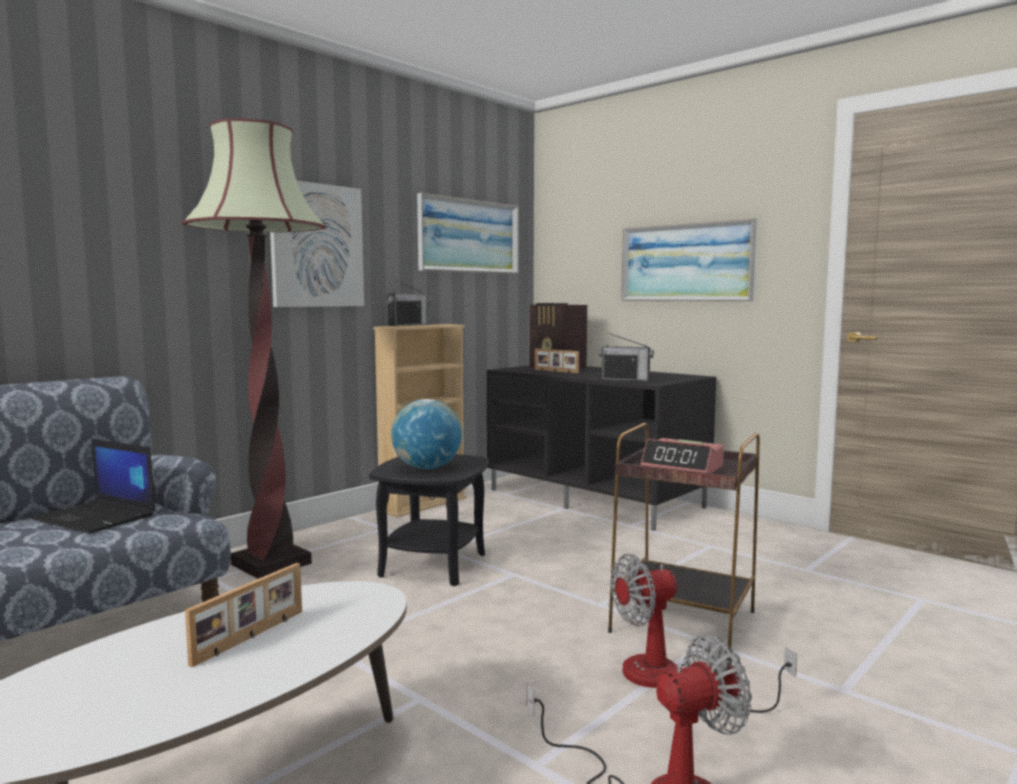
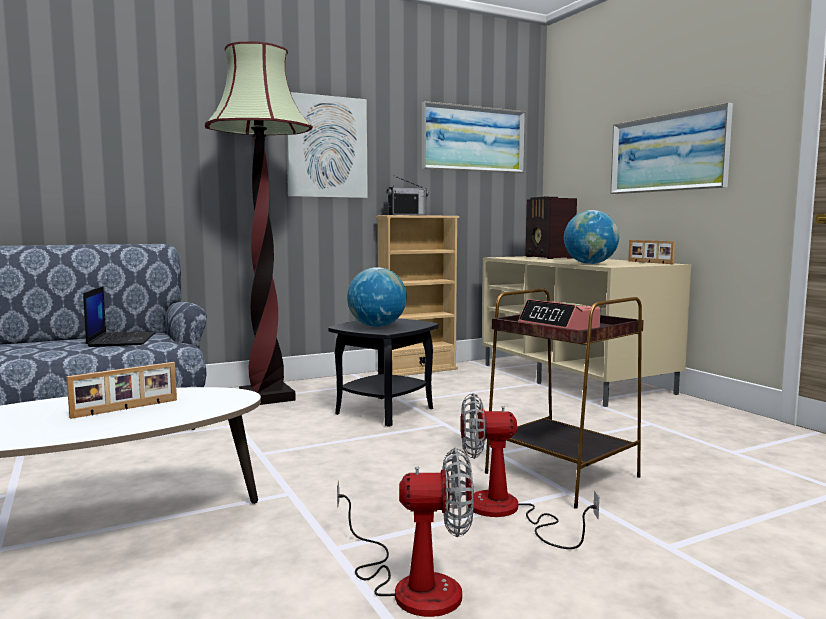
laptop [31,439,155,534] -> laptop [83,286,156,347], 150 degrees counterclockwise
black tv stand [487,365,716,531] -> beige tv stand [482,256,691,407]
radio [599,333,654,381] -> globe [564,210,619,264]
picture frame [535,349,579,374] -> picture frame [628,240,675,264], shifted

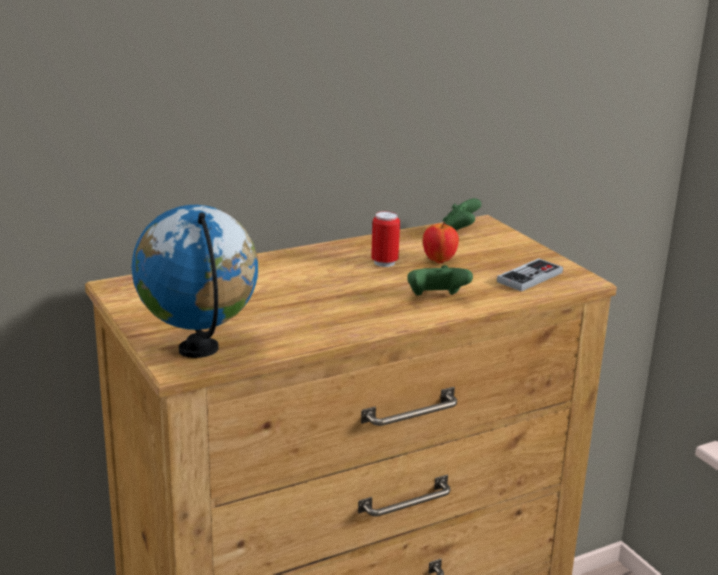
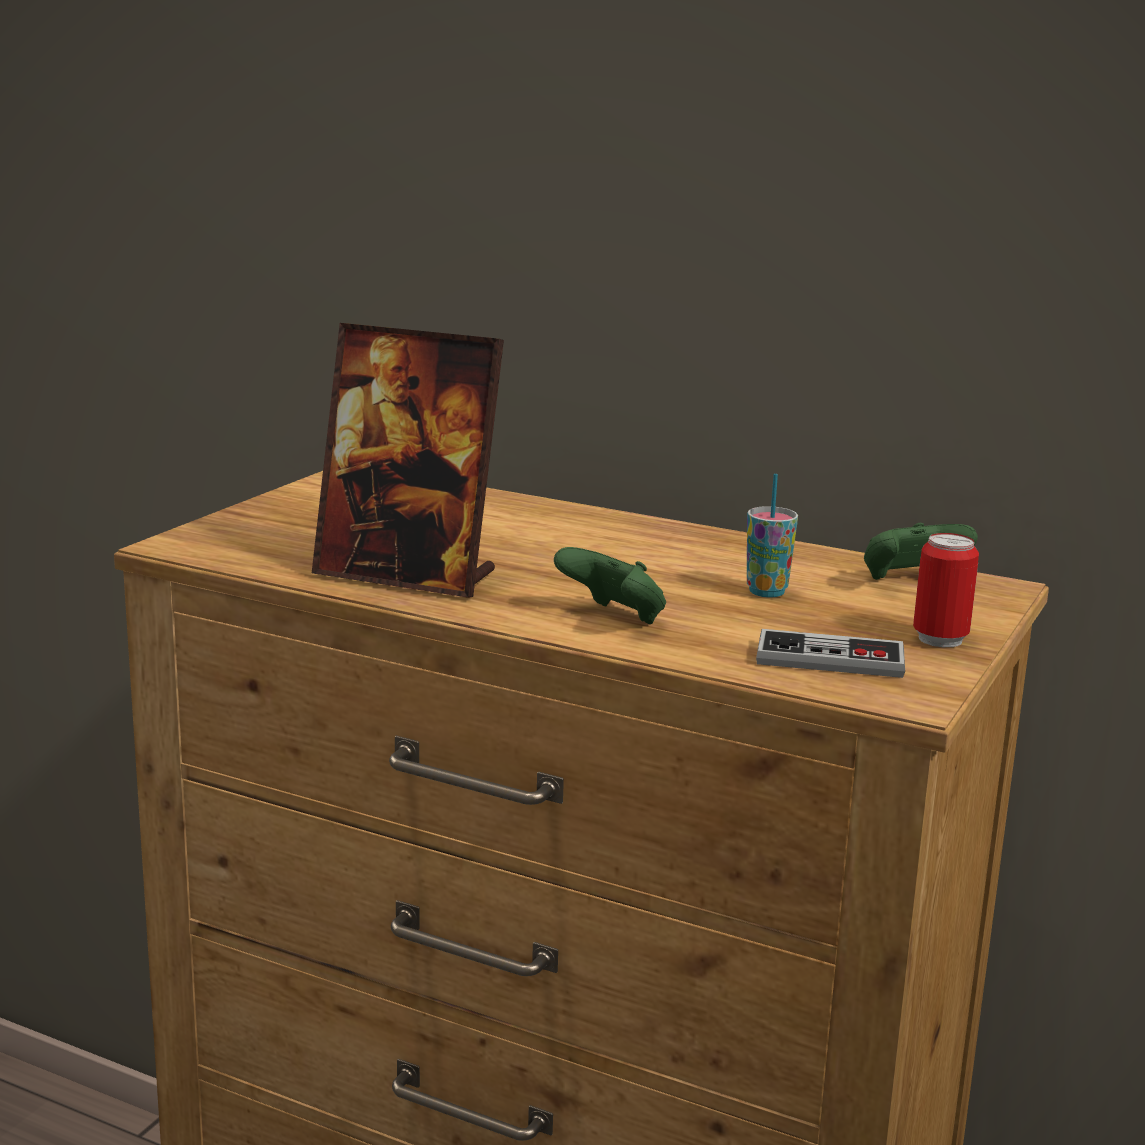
none -> picture frame [312,323,504,598]
apple [423,222,459,263] -> cup [747,474,798,597]
can [371,211,400,267] -> can [913,533,979,648], shifted
globe [132,205,258,358] -> none

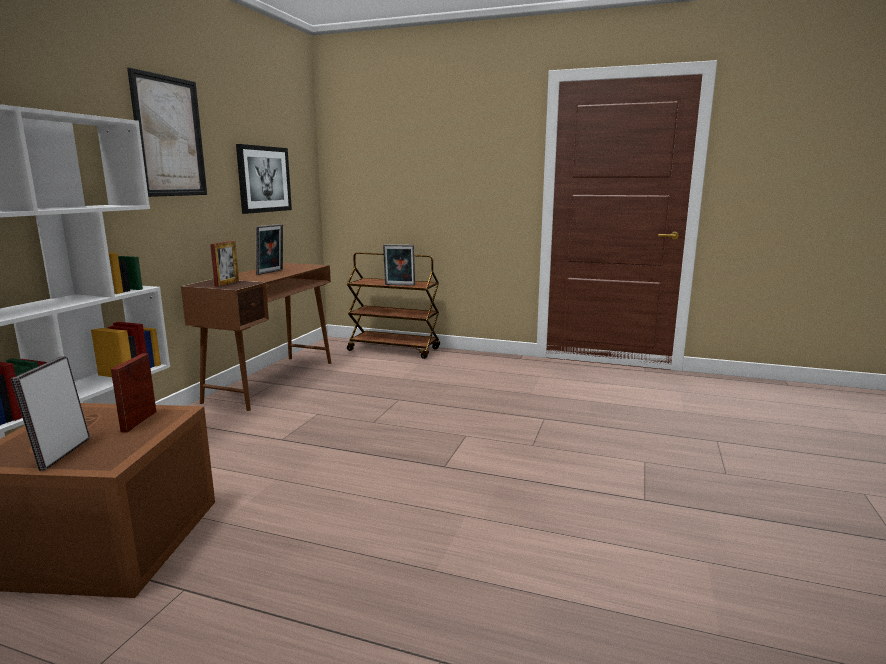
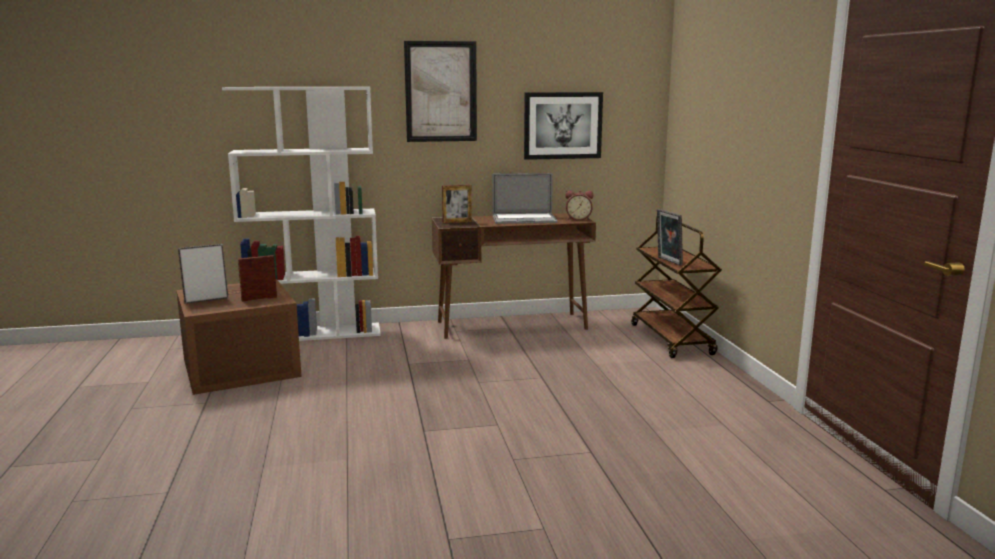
picture frame [256,224,283,275] -> laptop [493,173,558,224]
none -> alarm clock [565,191,593,221]

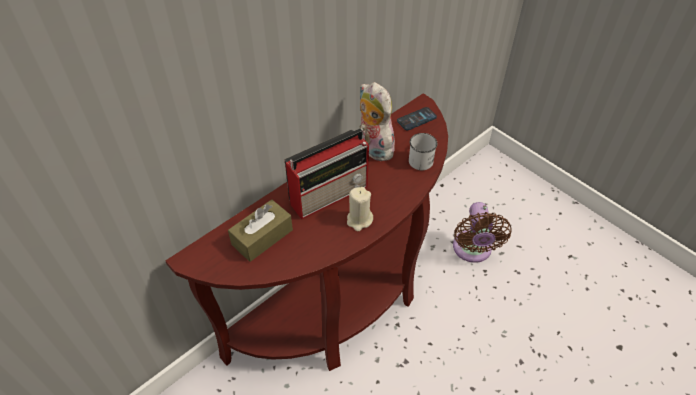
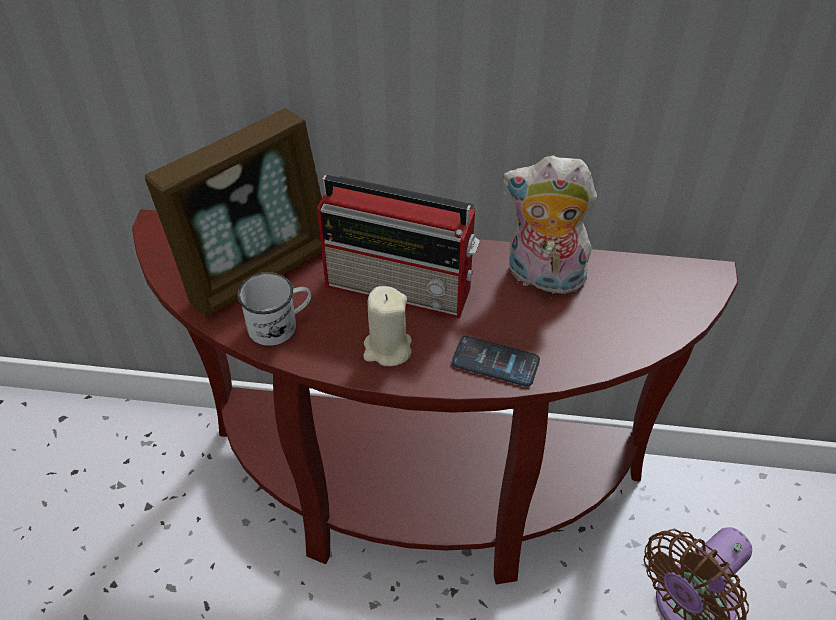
brown tissue box [228,199,293,262] -> picture frame [145,108,322,318]
white mug [409,133,437,170] -> white mug [238,272,311,346], shifted
phone [397,107,437,131] -> phone [452,336,540,387], shifted
plush toy [360,82,396,161] -> plush toy [503,156,597,299], 90 degrees counterclockwise

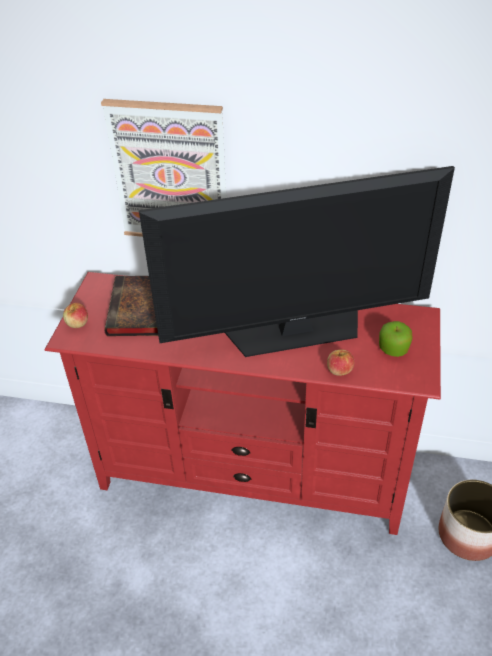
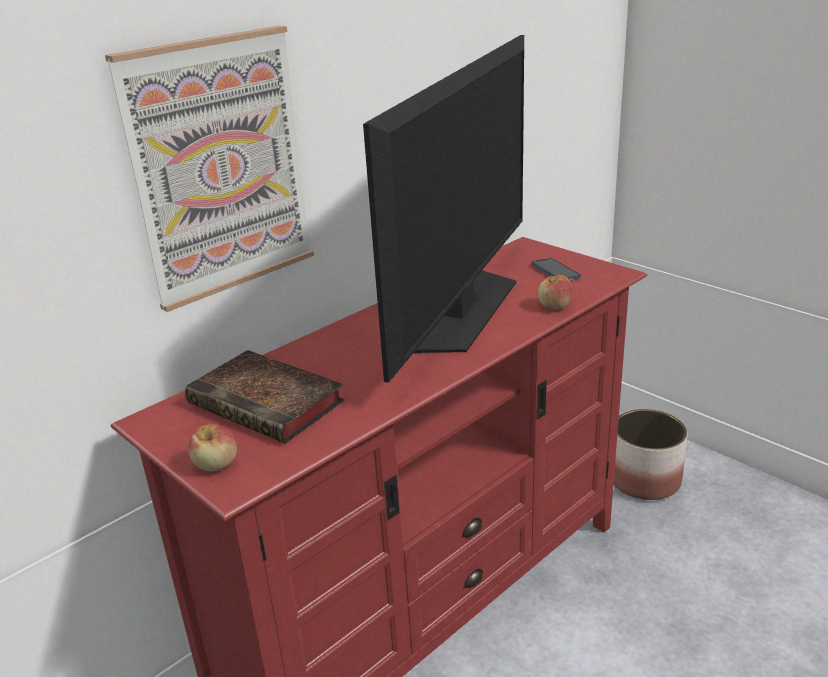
apple [379,321,413,357] -> phone [531,258,581,280]

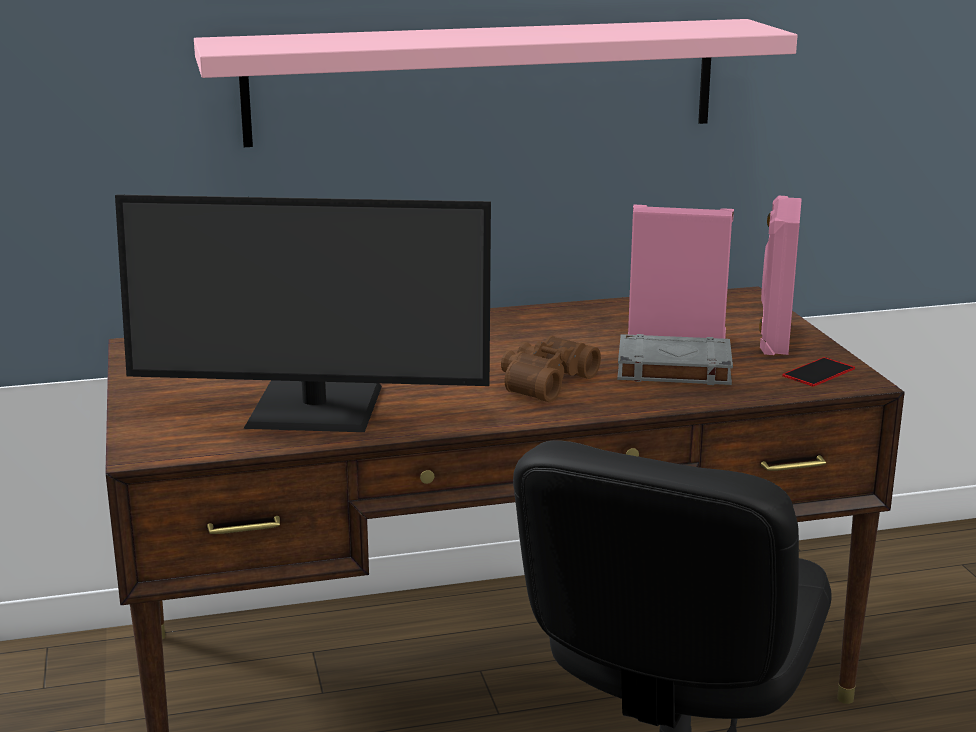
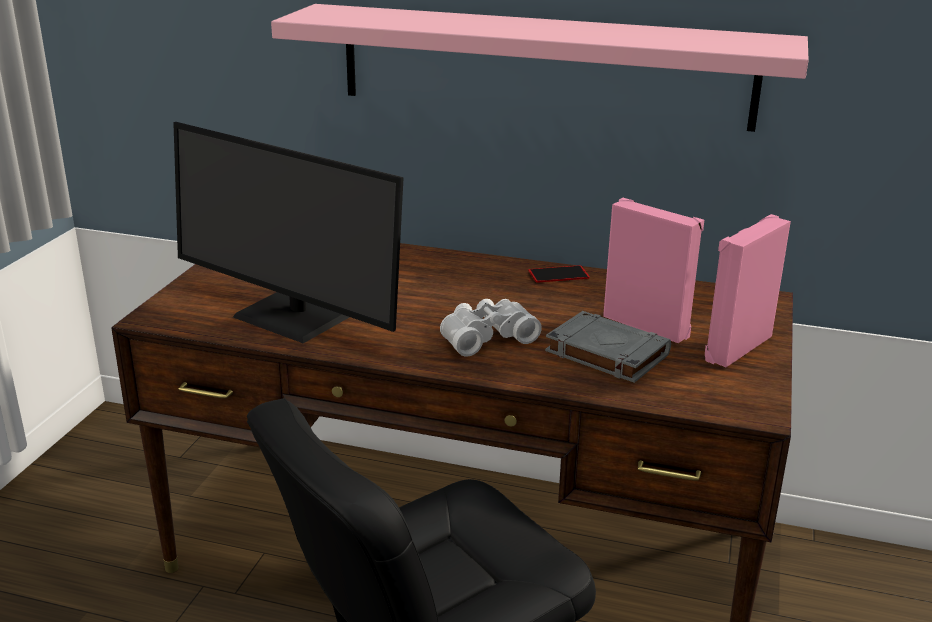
brown binoculars [501,336,601,402] -> white binoculars [440,299,542,357]
phone [782,357,855,387] -> phone [528,265,590,283], shifted

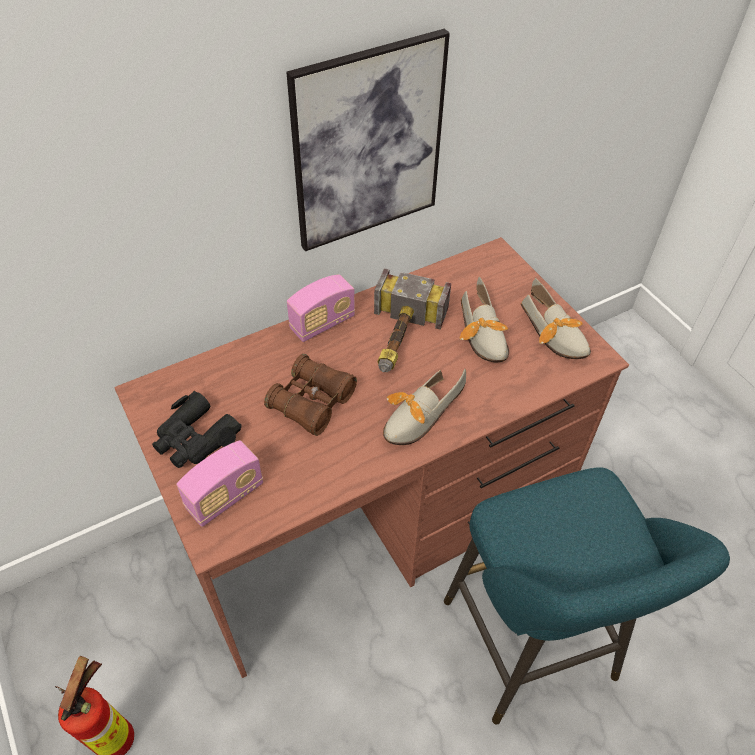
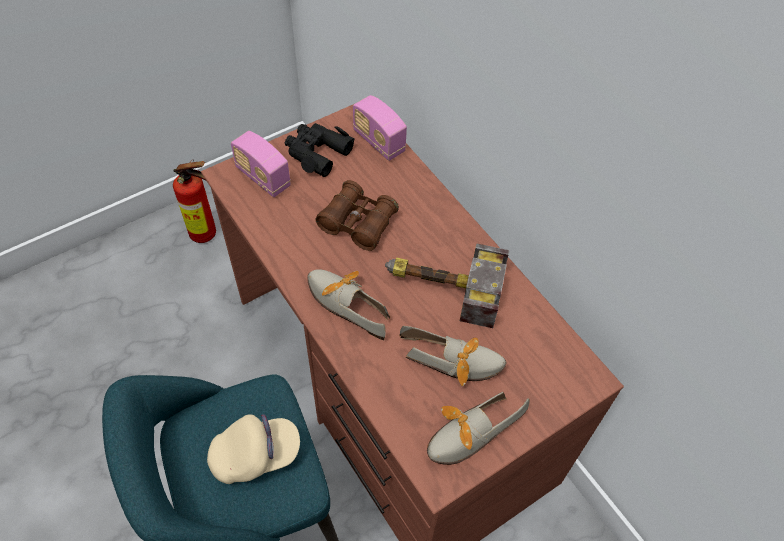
none -> beige cap [207,414,300,484]
radio [287,274,355,342] -> radio [353,95,407,161], shifted
shoe [460,276,509,362] -> shoe [399,326,506,386], 150 degrees counterclockwise
picture [286,29,450,251] -> none

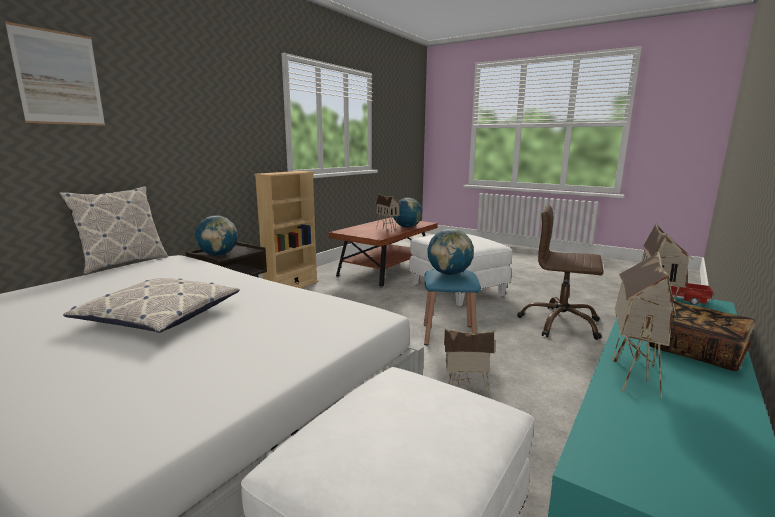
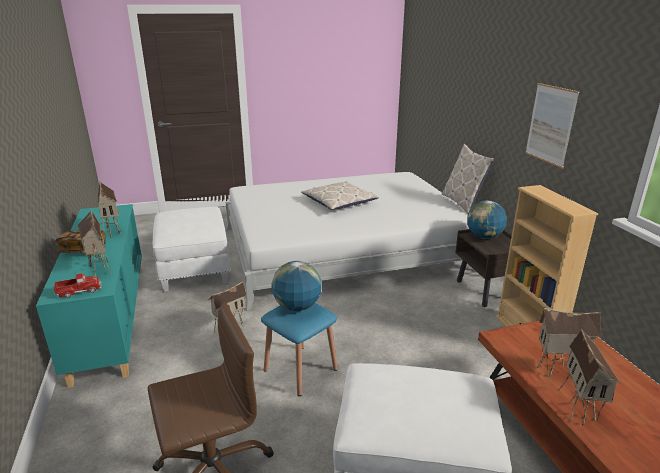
picture [5,21,105,126] -> picture [525,83,579,169], shifted
globe [393,198,423,228] -> toy house [558,329,621,426]

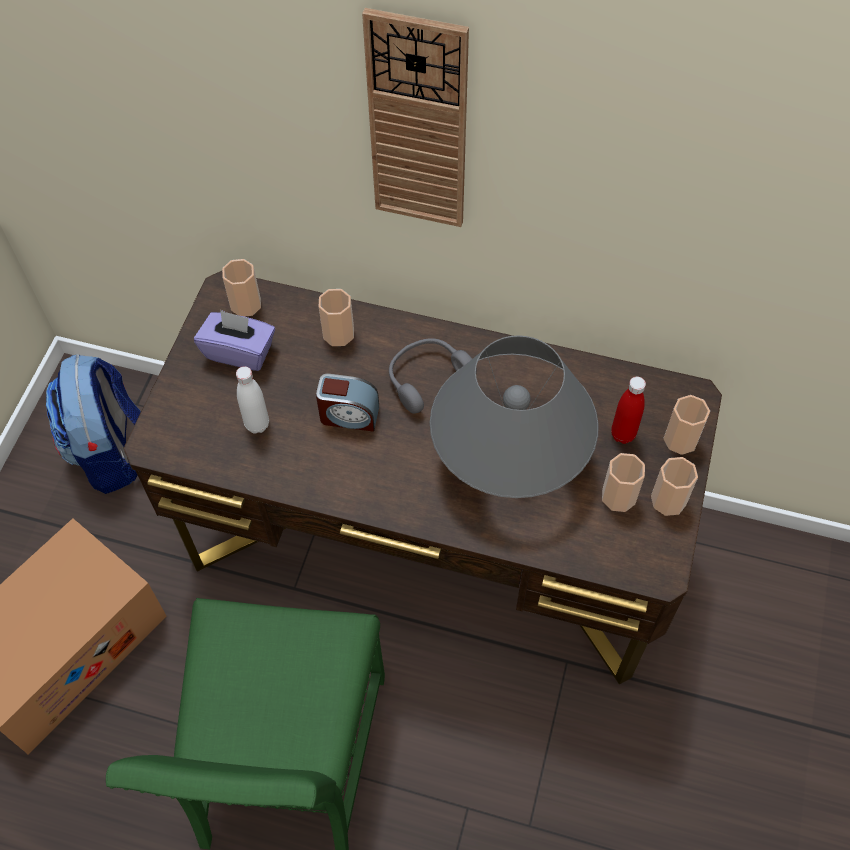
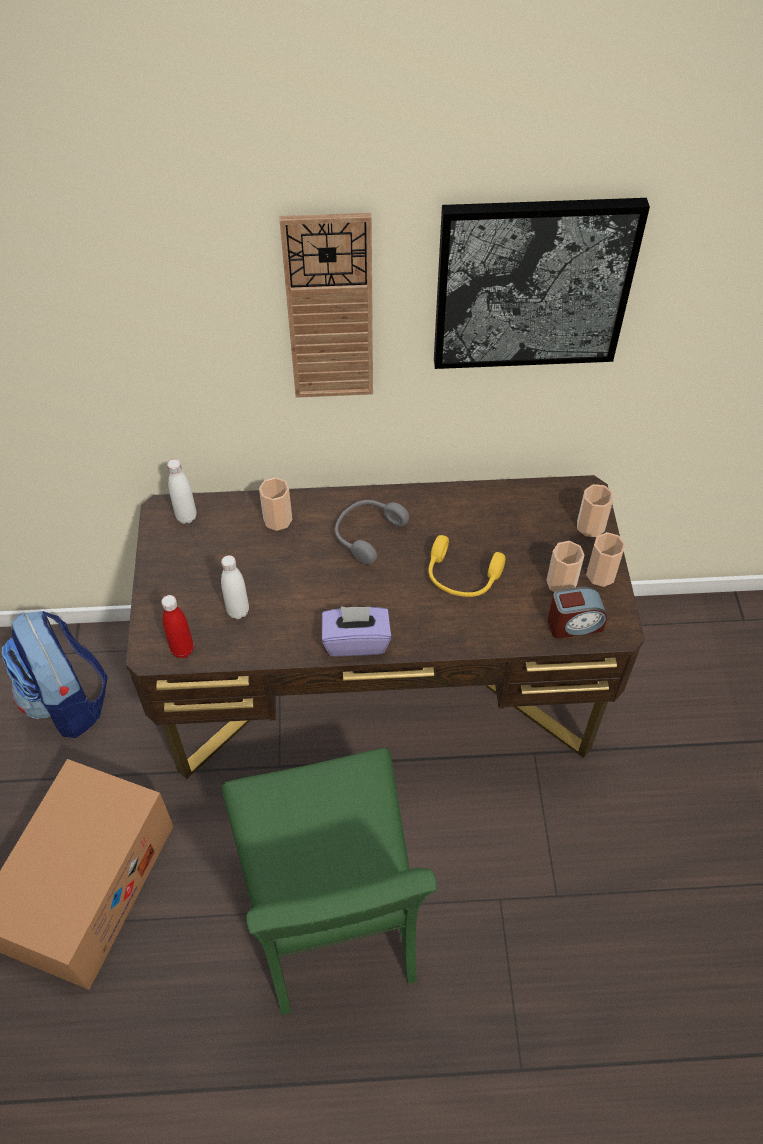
red bottle [611,377,646,444] -> red bottle [161,595,194,658], shifted
cup [222,259,261,317] -> white bottle [167,459,197,524]
purple tissue box [194,310,275,371] -> purple tissue box [322,606,391,657], shifted
grey table lamp [430,335,599,498] -> yellow headphones [428,535,505,597]
none -> picture [434,198,650,369]
alarm clock [316,374,379,432] -> alarm clock [548,587,607,638], shifted

